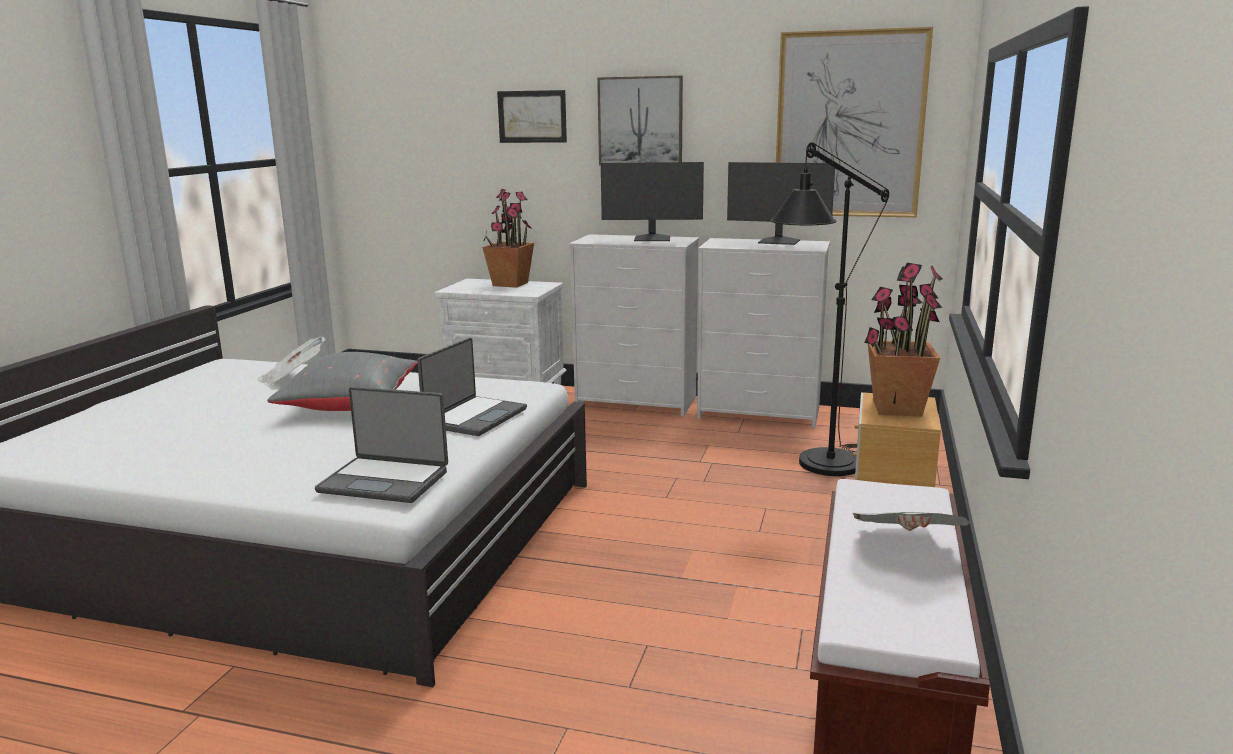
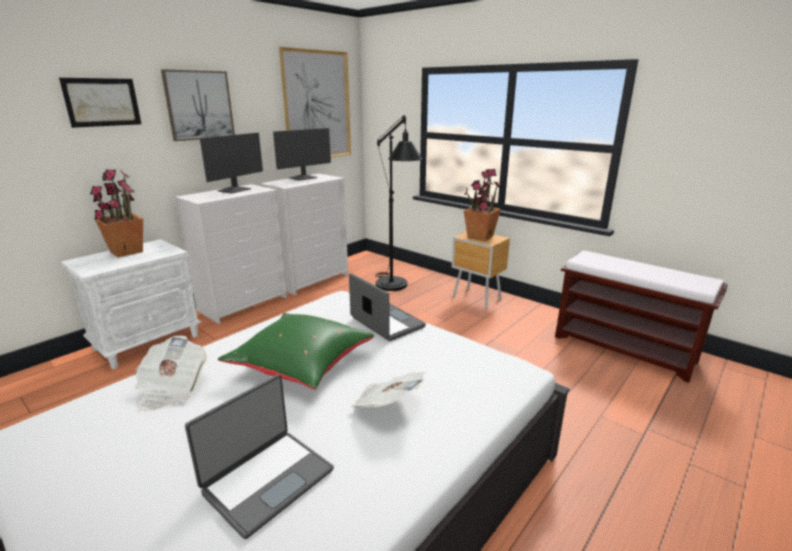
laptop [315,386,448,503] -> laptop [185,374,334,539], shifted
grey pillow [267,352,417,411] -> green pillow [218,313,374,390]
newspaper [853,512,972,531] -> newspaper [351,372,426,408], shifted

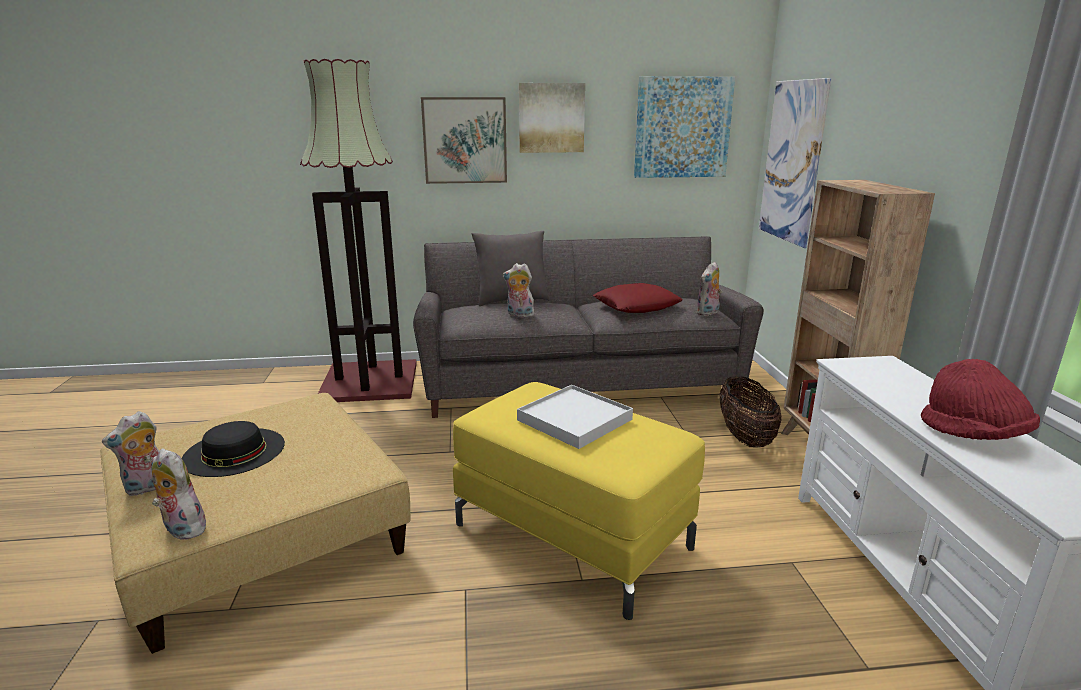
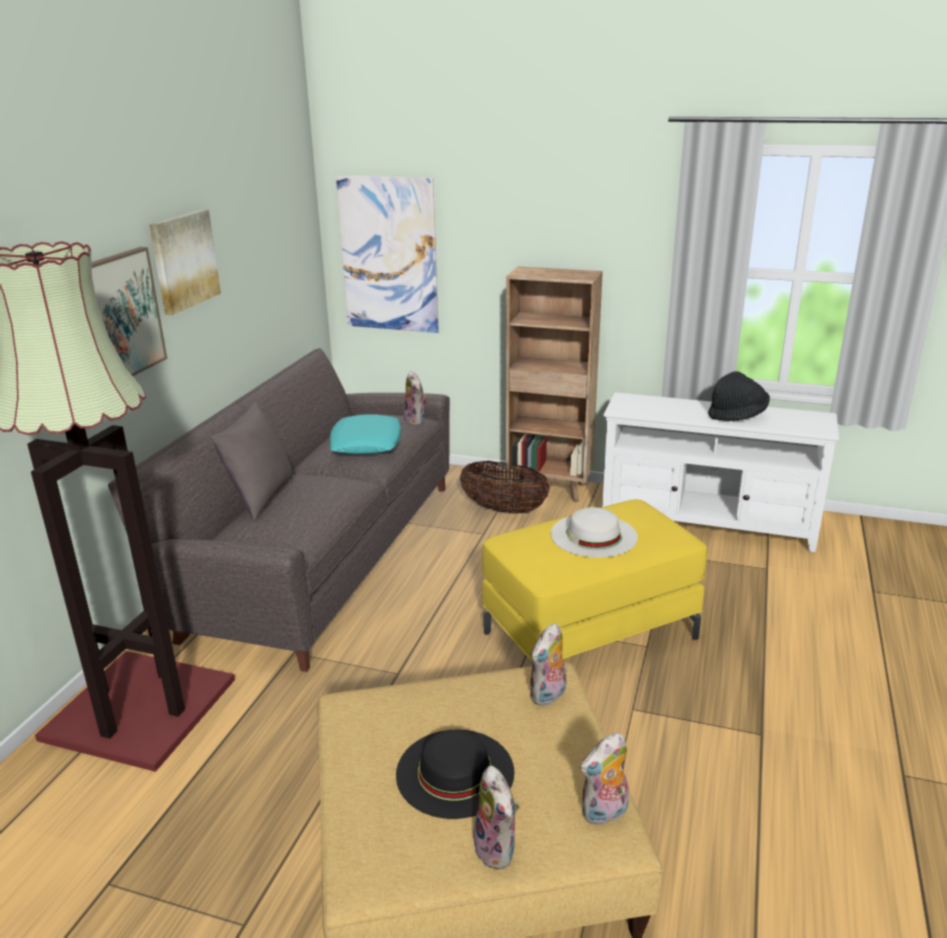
red pillow [593,283,683,313] -> turquoise pillow [330,415,401,454]
plush toy [503,263,534,317] -> plush toy [529,623,568,706], shifted
white tray [517,385,633,449] -> white hat [551,507,638,558]
red hat [921,359,1040,440] -> black hat [708,371,770,421]
picture [634,76,735,178] -> none

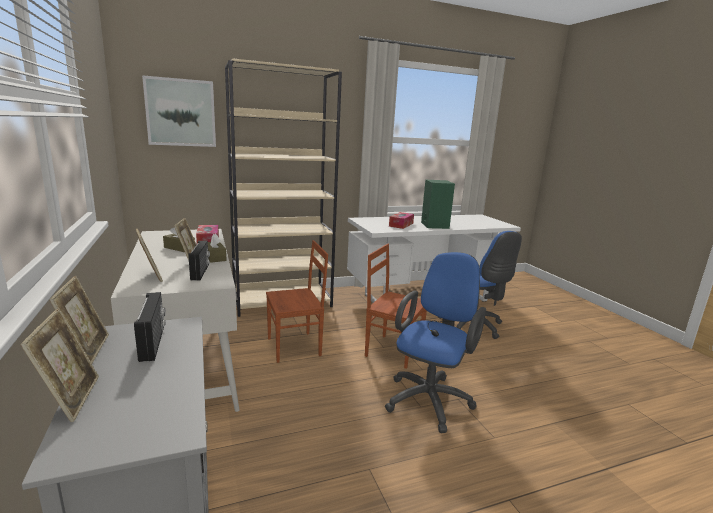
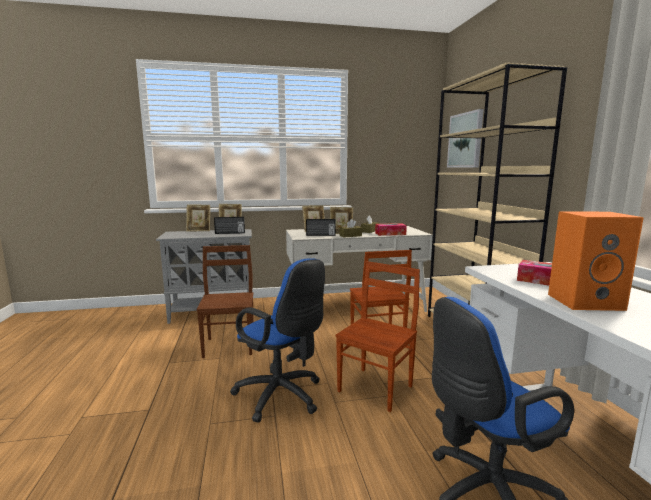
none -> brown chair [196,245,254,358]
green speaker [421,180,455,229] -> orange speaker [548,211,644,311]

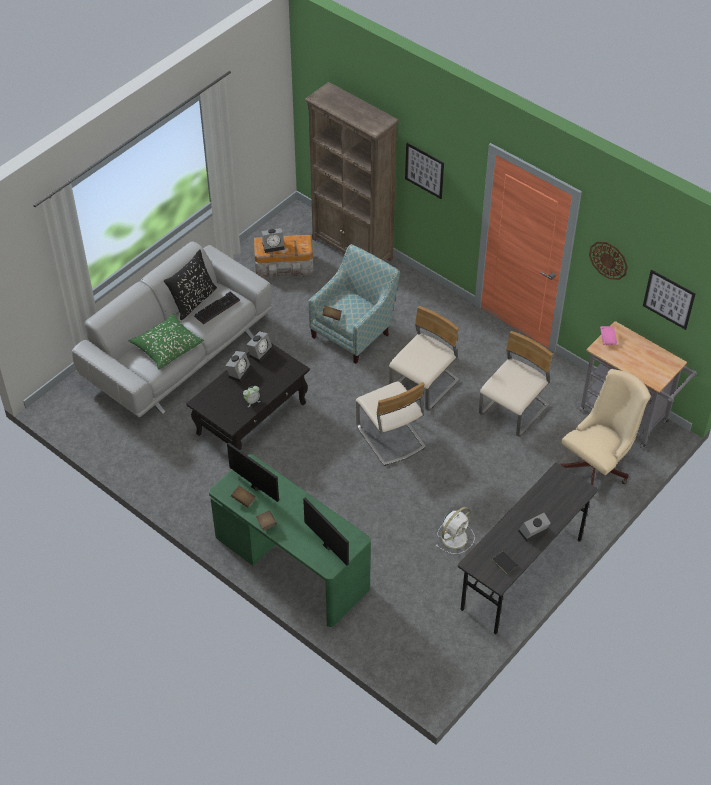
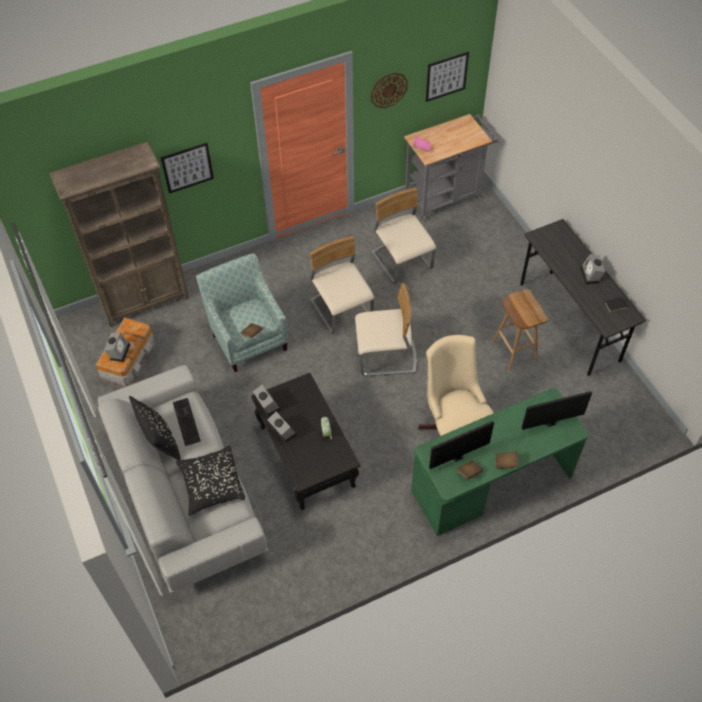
green pillow [129,314,204,369] -> black pillow [176,445,245,516]
beige office chair [560,369,651,485] -> beige office chair [418,335,494,436], shifted
white fan [436,507,475,554] -> brown stool [492,289,548,371]

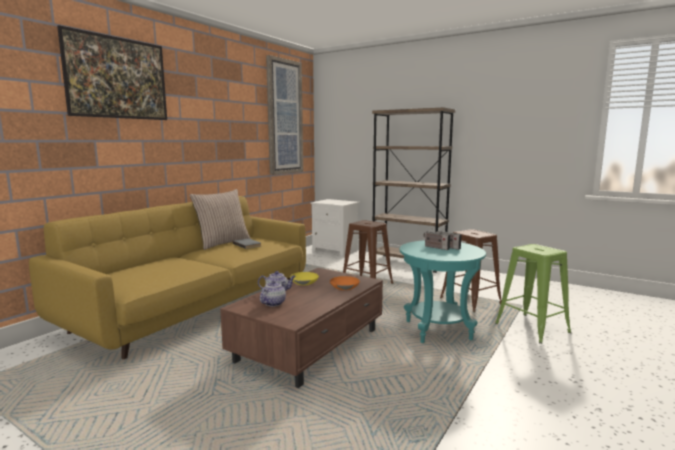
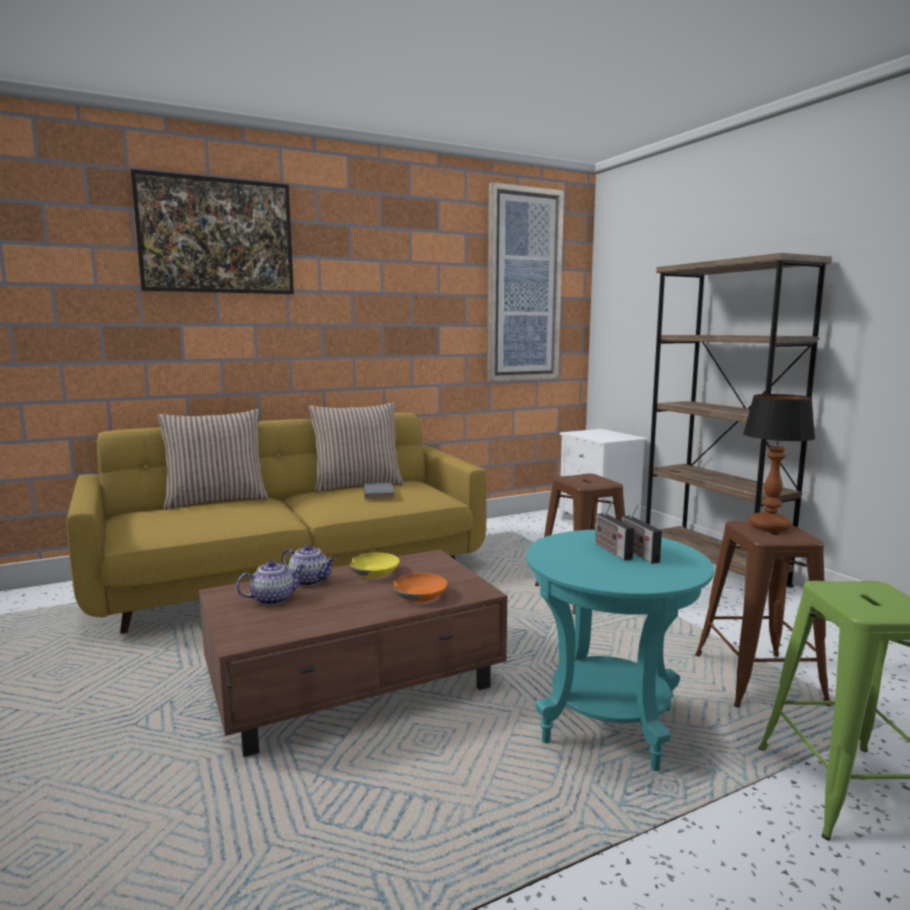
none -> pillow [158,409,268,510]
none -> table lamp [743,394,815,531]

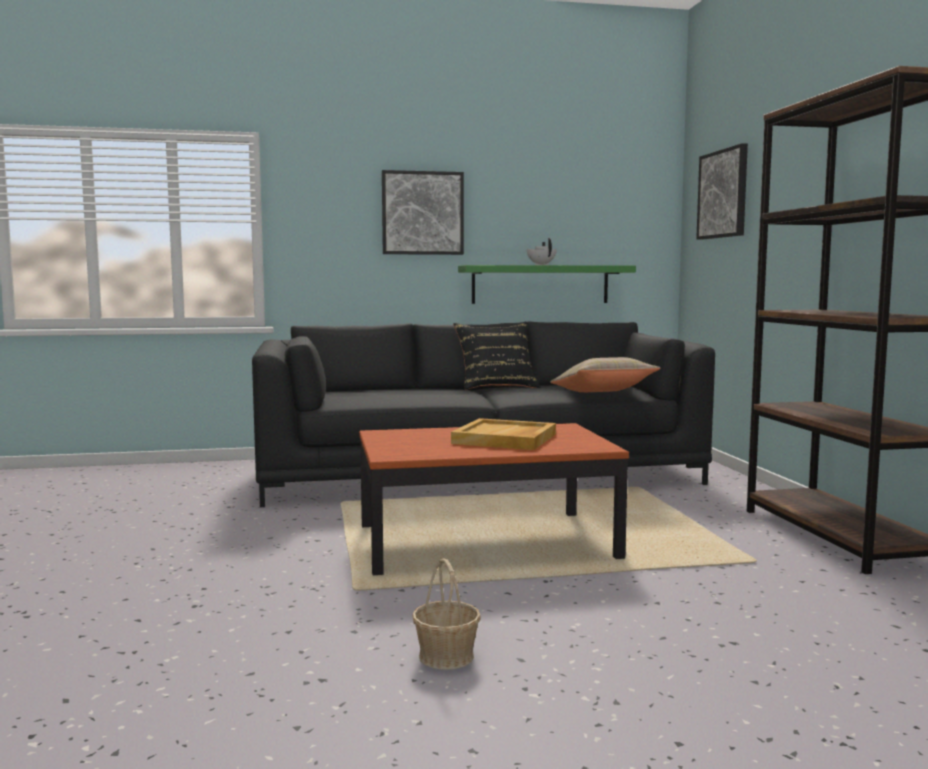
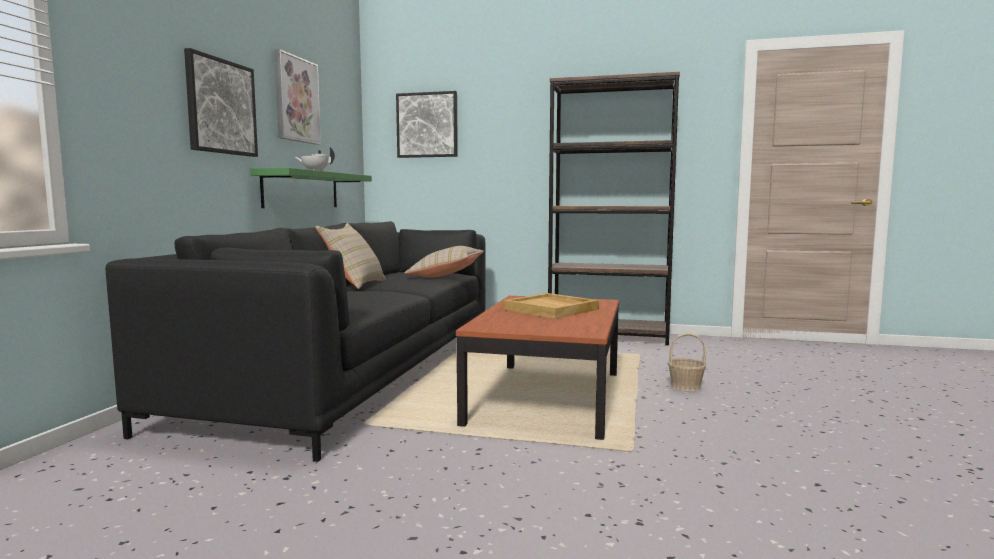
none -> picture [274,49,321,145]
black pillow [453,322,541,390] -> beige pillow [315,223,386,289]
basket [412,558,481,670] -> basket [668,333,706,391], shifted

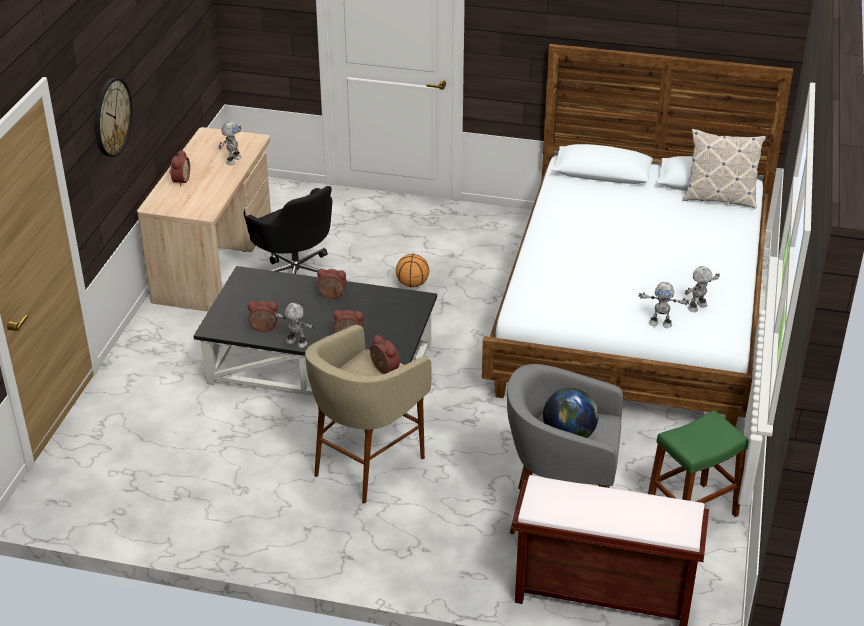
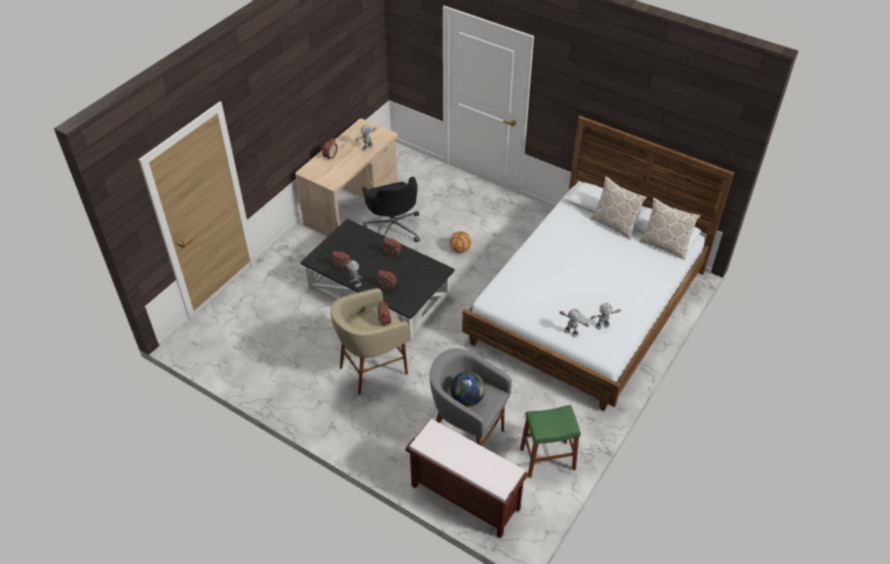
none -> pillow [590,176,647,240]
wall clock [95,78,133,157] -> none

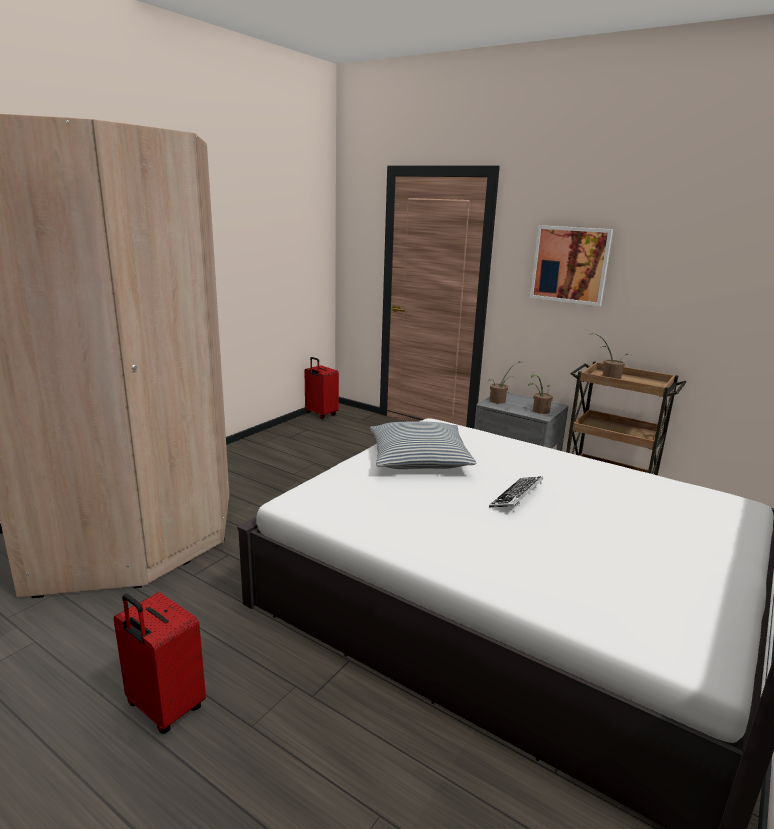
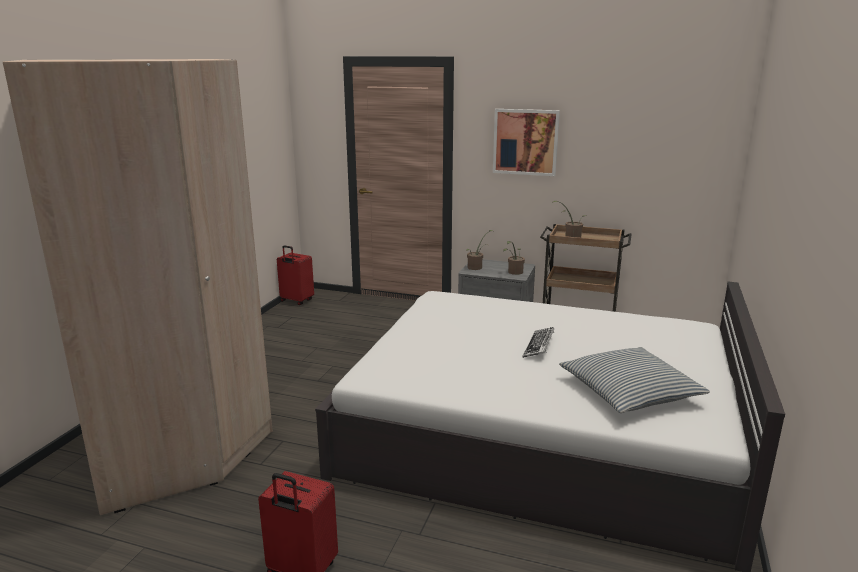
pillow [370,422,476,469] -> pillow [559,347,710,413], shifted

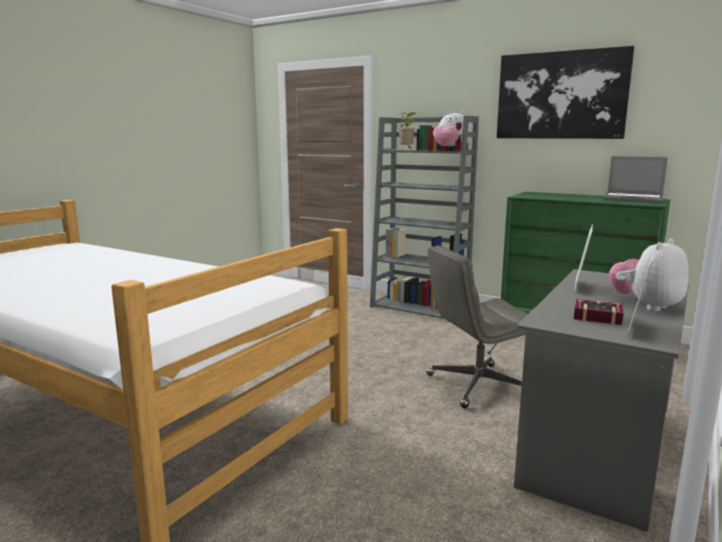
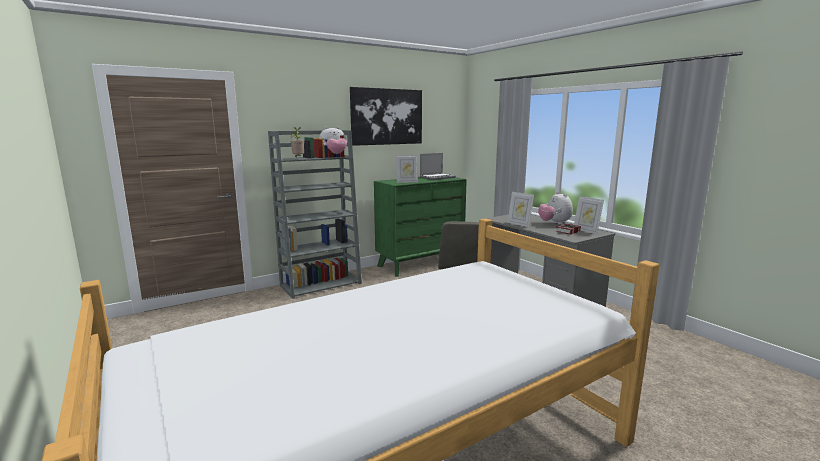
none -> picture frame [396,155,418,183]

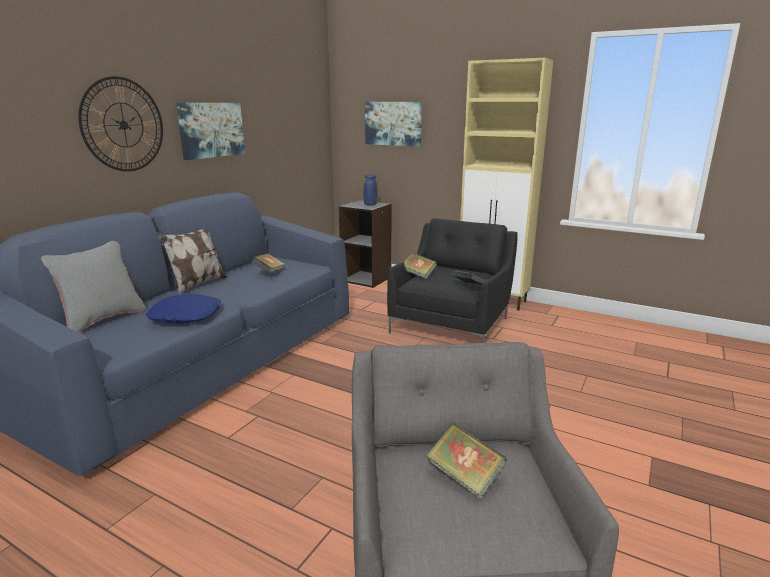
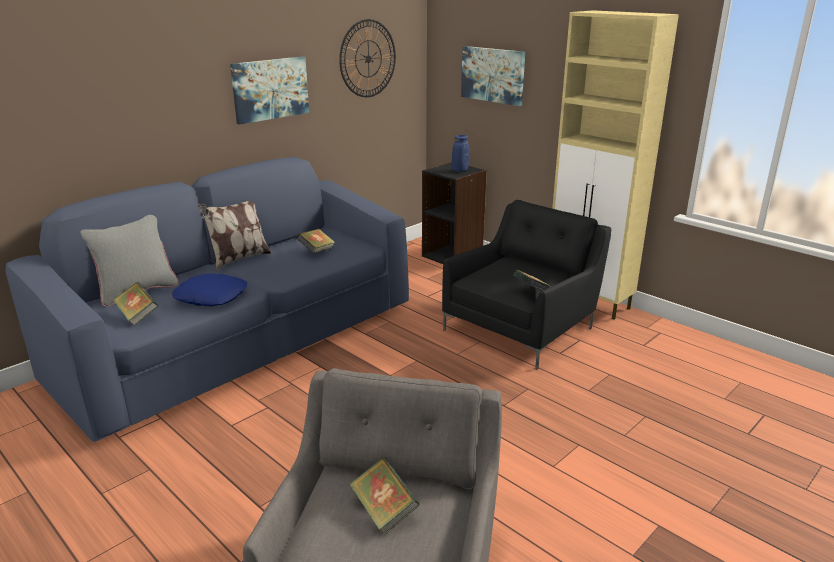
book [404,253,437,279] -> book [113,282,158,326], shifted
wall clock [78,76,163,172] -> wall clock [339,19,396,97], shifted

